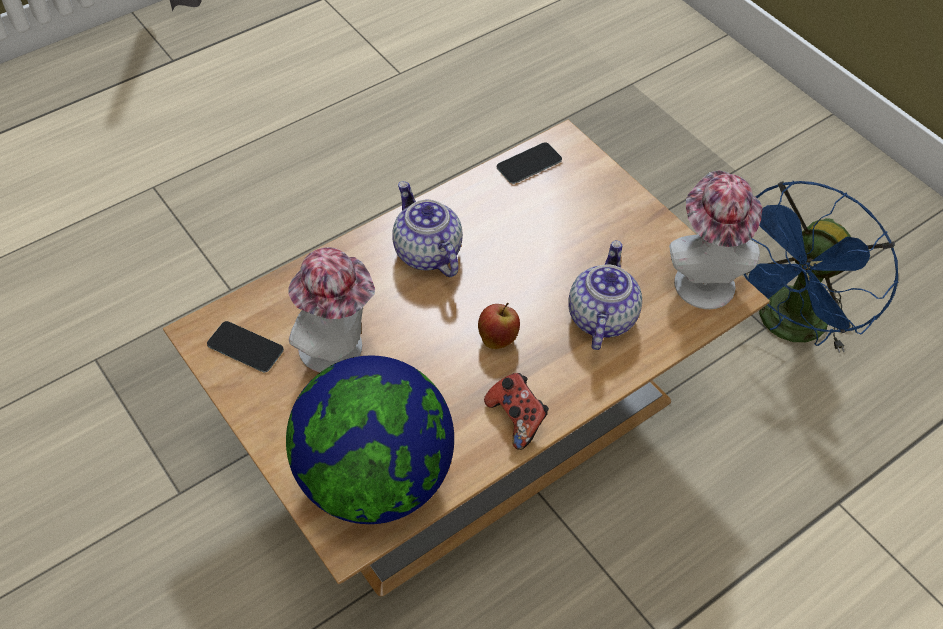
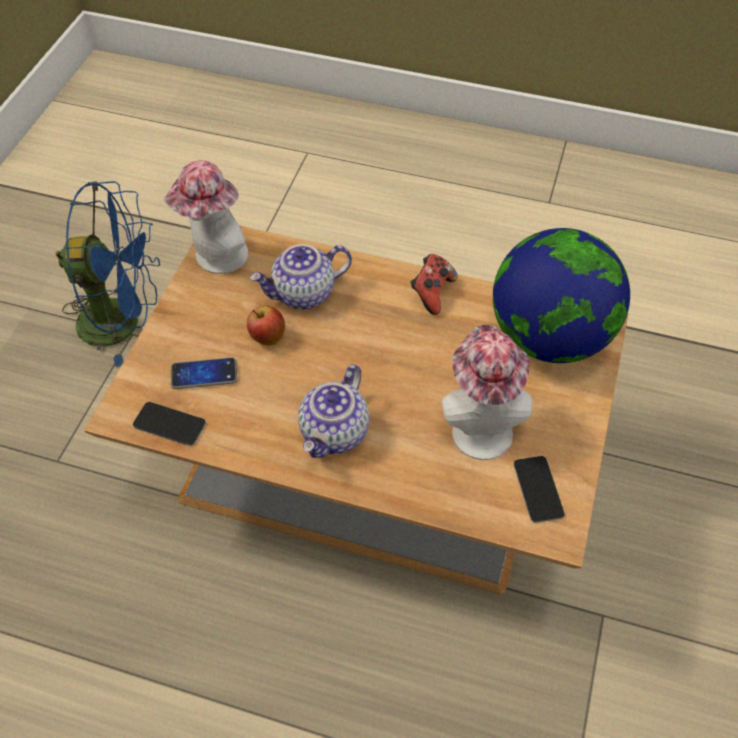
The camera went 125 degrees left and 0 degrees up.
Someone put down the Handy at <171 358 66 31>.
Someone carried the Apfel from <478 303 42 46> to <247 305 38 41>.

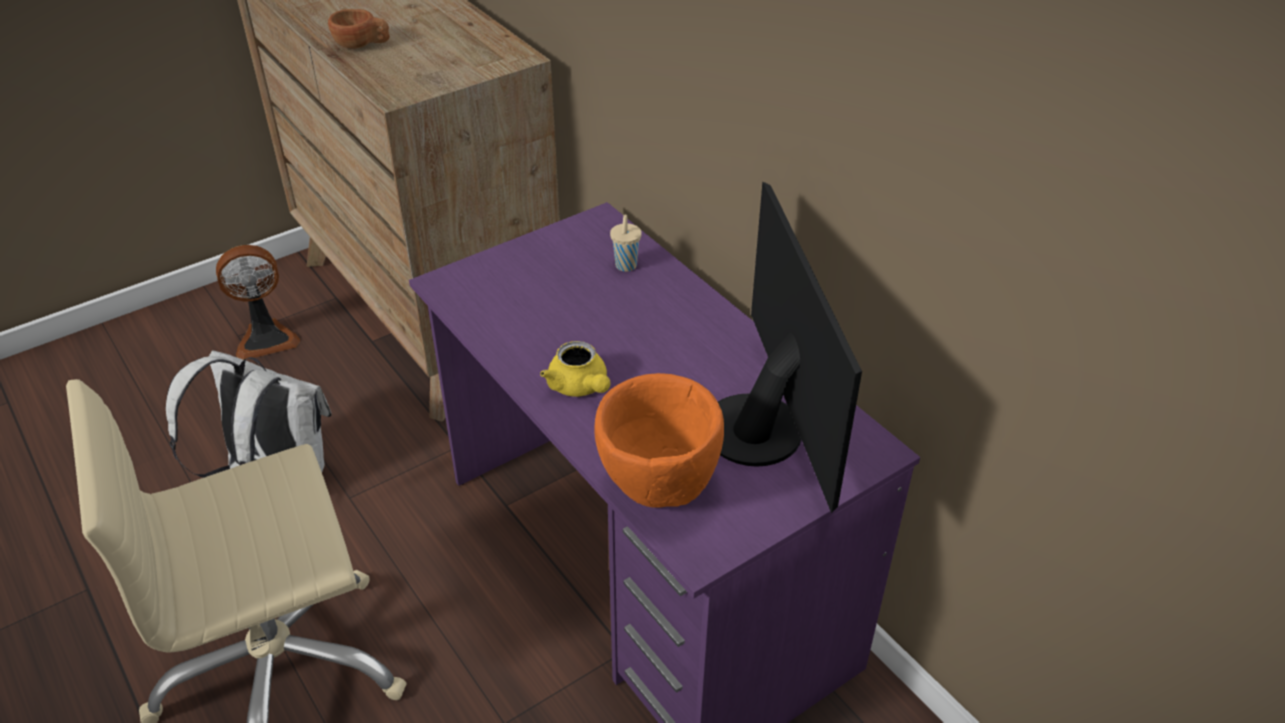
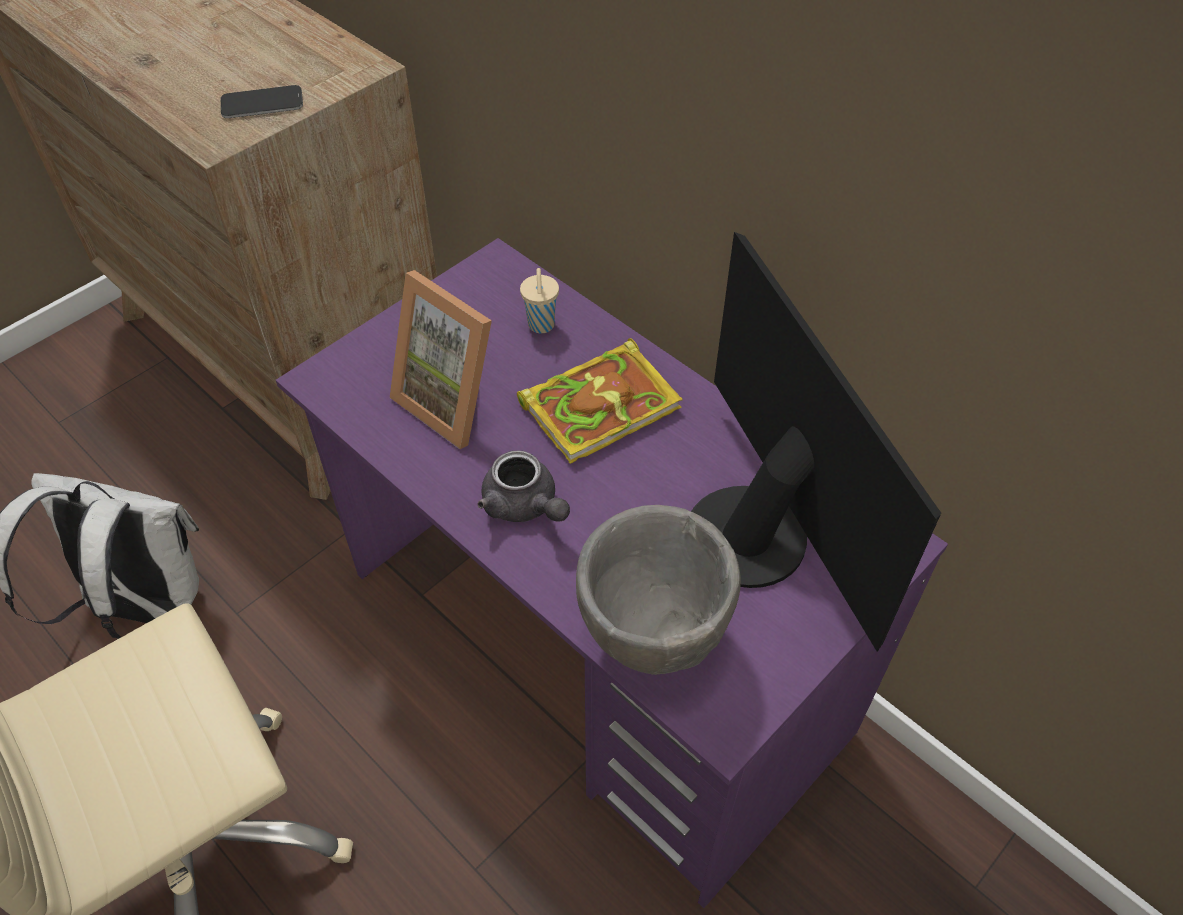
The camera went 10 degrees left and 10 degrees up.
Someone took away the Ventilator at <216 245 84 115>.
Someone took away the Tasse (braun) at <328 9 62 40>.
Someone put down the Handy at <221 85 82 33>.
Someone put down the Bilderrahmen at <390 270 102 179>.
Someone put down the Buch at <517 338 166 126>.
Someone repainted the Teekanne (gelb) at <540 341 71 56>, which became the Teekanne (grau) at <477 451 93 71>.
Someone repainted the Schüssel (orange) at <594 373 130 135>, which became the Schüssel (grau) at <576 505 165 170>.

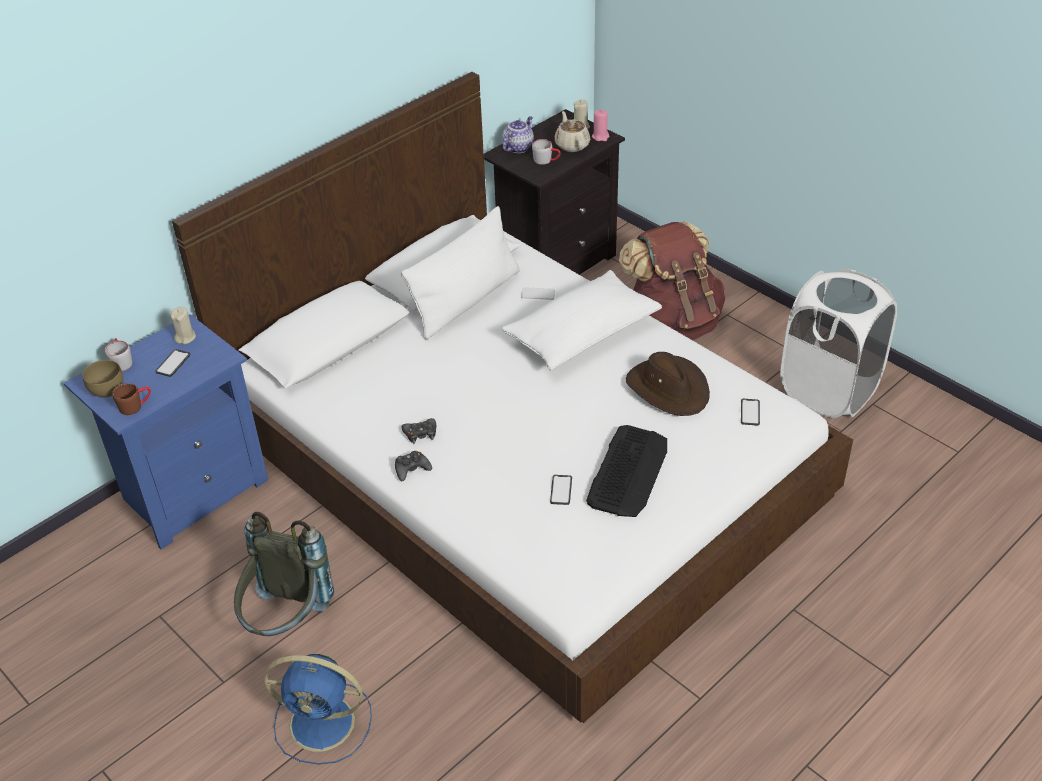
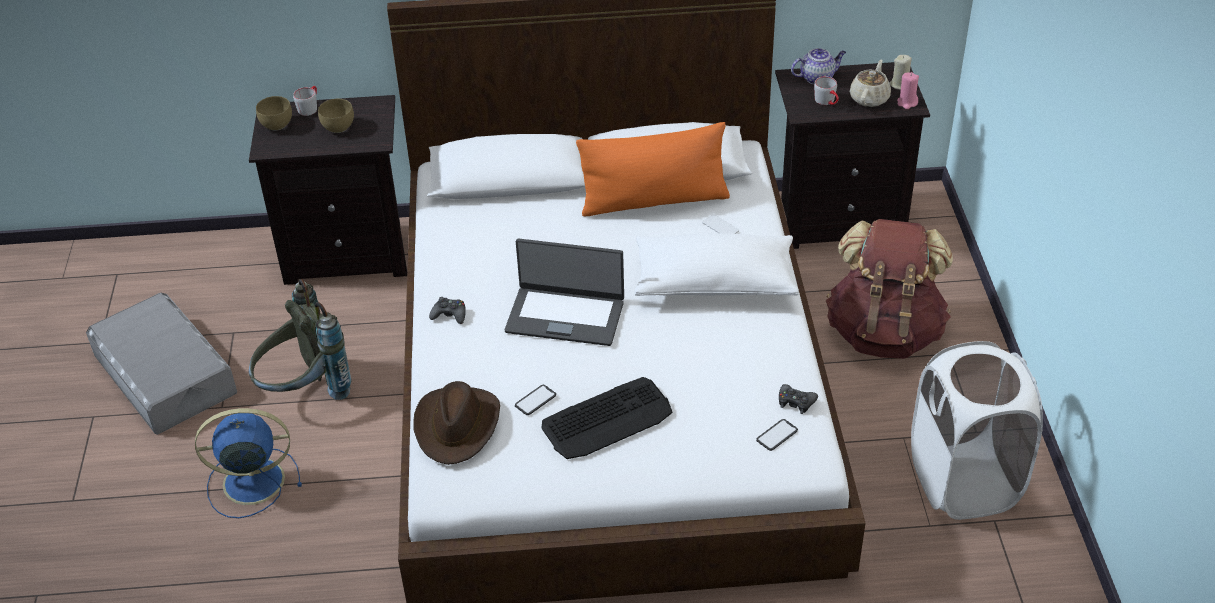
The camera went 40 degrees right and 0 degrees up.
Someone took away the Henkelbecher (braun) at <113 383 38 32>.
Someone took away the Kerze (beige) at <171 307 25 37>.
Someone put down the Aufbewahrungsbox (grau) at <86 293 151 142>.
Someone put down the Laptop at <504 239 120 107>.
Someone carried the Gamepad (schwarz) from <402 418 34 26> to <779 384 39 30>.
Someone carried the Hut (braun) from <626 352 84 64> to <413 381 87 84>.
Someone swapped the Handy at <155 349 35 28> for the Schüssel (braun) at <318 99 36 34>.
Someone repainted the Nachttisch (blau) at <64 314 204 236>, which became the Nachttisch (schwarz) at <249 95 158 190>.
Someone repainted the Kissen (weiß) at <401 206 119 134>, which became the Kissen (orange) at <576 122 154 94>.
Someone rotated the Ventilator (blau) at <265 654 107 111> by 120 degrees clockwise.

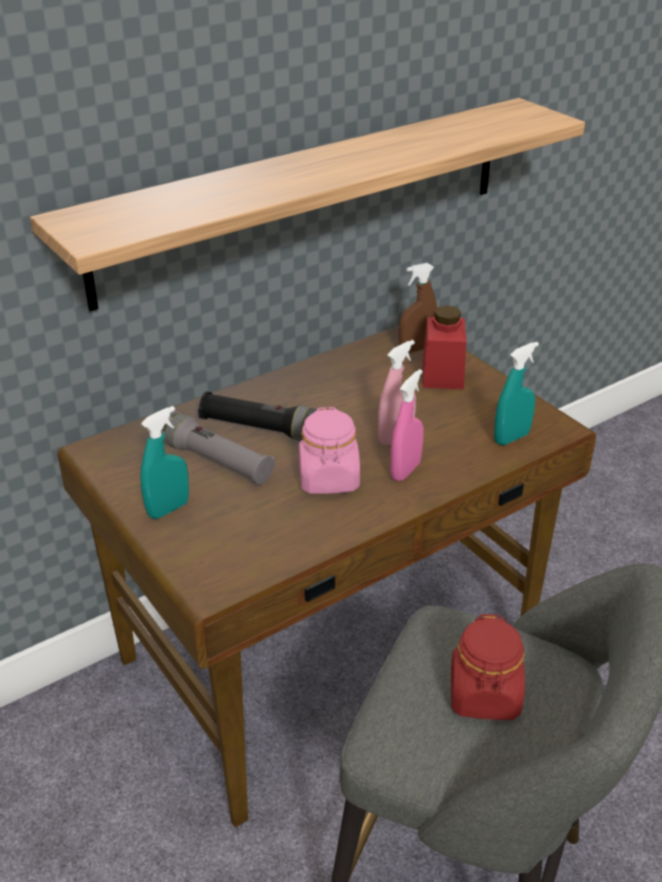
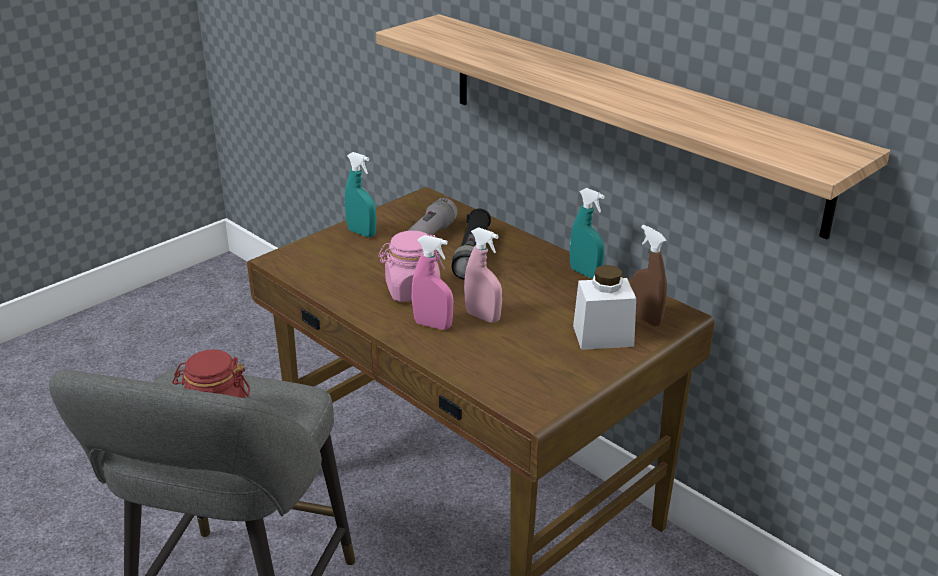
The camera went 80 degrees right and 5 degrees down.
Someone carried the Sprühflasche (türkis) from <494 342 45 103> to <570 188 35 91>.
Someone repainted the Vorratsglas (rot) at <423 305 43 84>, which became the Vorratsglas (weiß) at <573 265 63 85>.

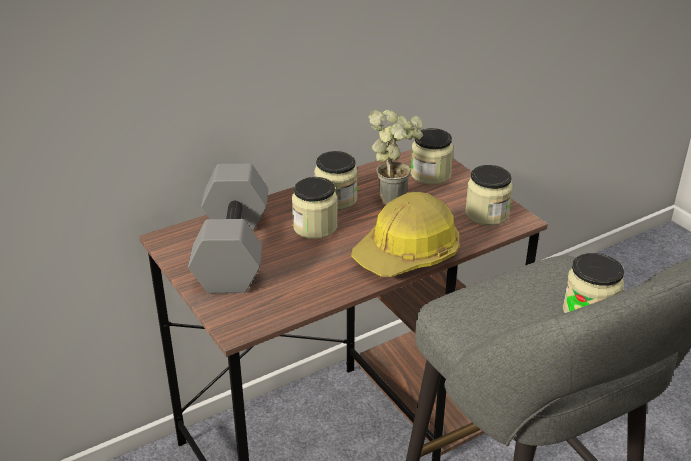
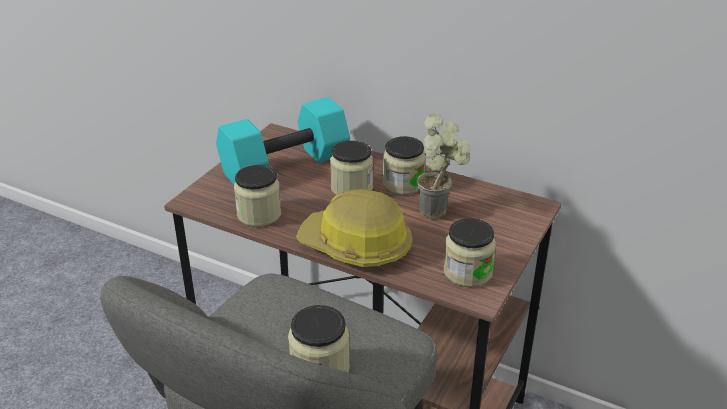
The camera went 60 degrees right and 0 degrees up.
Someone carried the Vorratsglas from <411 128 43 57> to <234 165 47 62>.
Someone repainted the Hantel (grau) at <188 164 80 129>, which became the Hantel (türkis) at <216 97 134 88>.

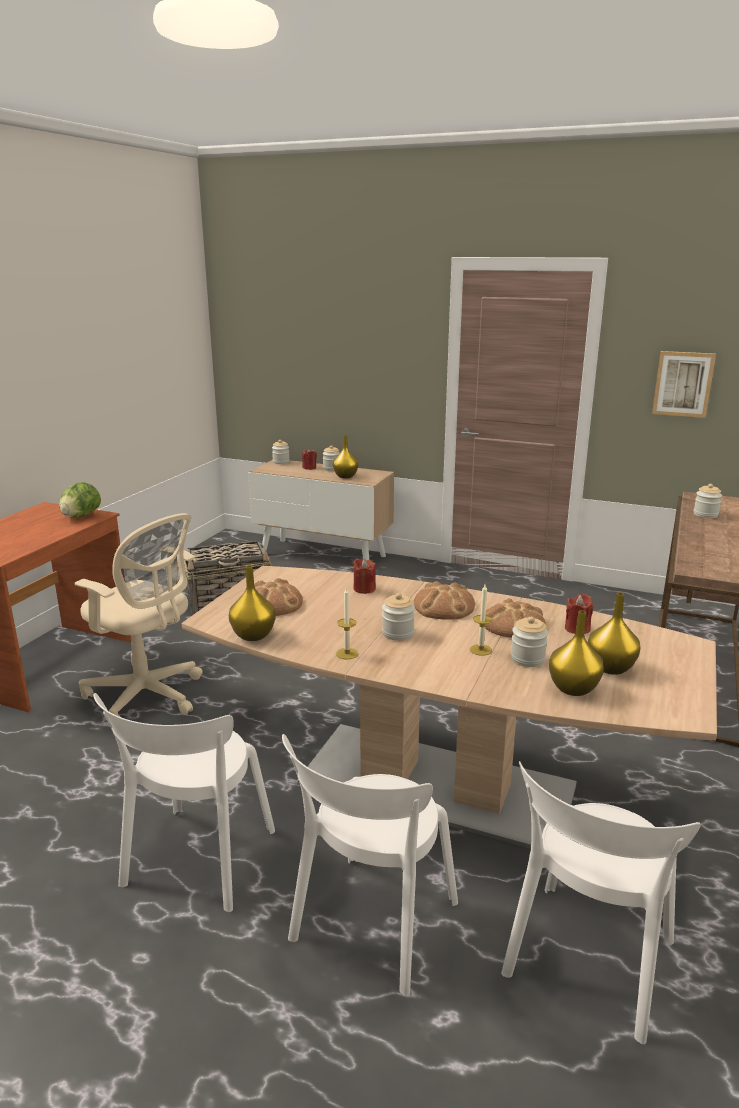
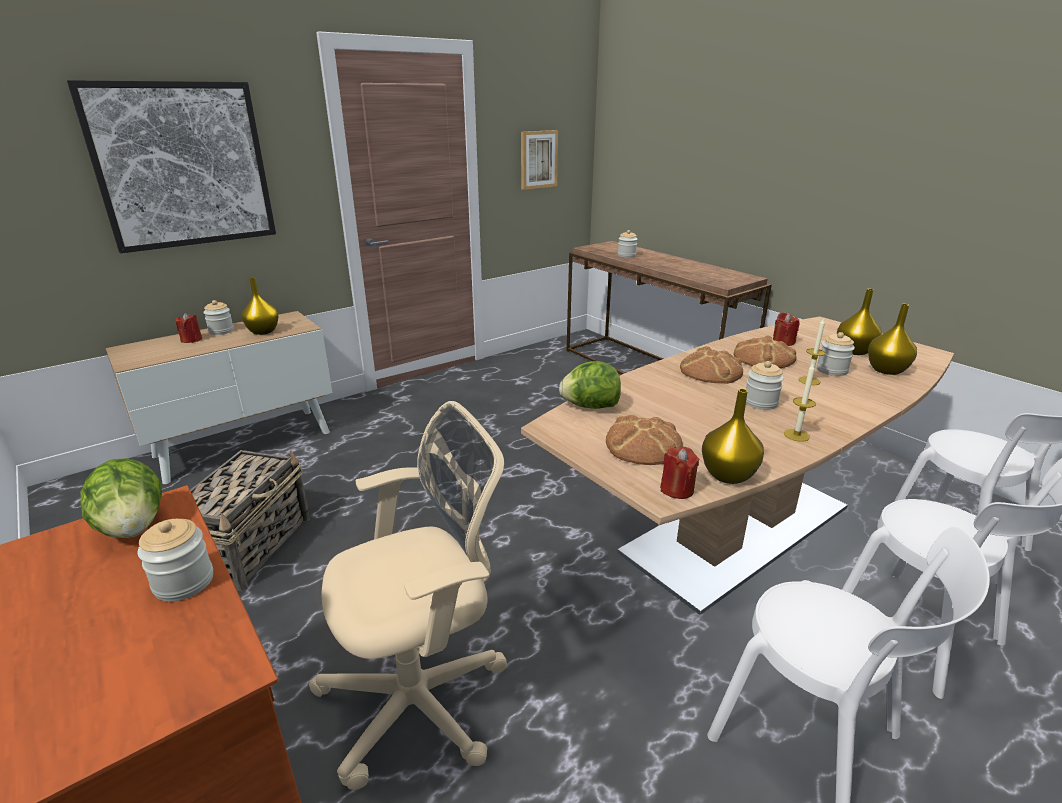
The camera went 60 degrees left and 5 degrees up.
Someone put up the Bild at <67 80 209 173>.
Someone put down the Salatkopf at <559 361 62 48>.
Someone carried the Vorratsglas from <272 440 18 24> to <137 519 76 83>.
Someone carried the Kerze (rot) from <353 559 23 35> to <660 447 39 52>.

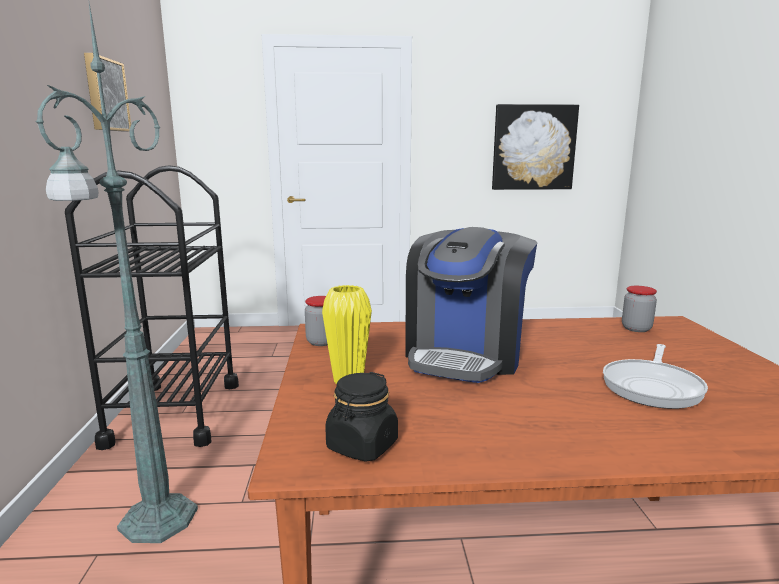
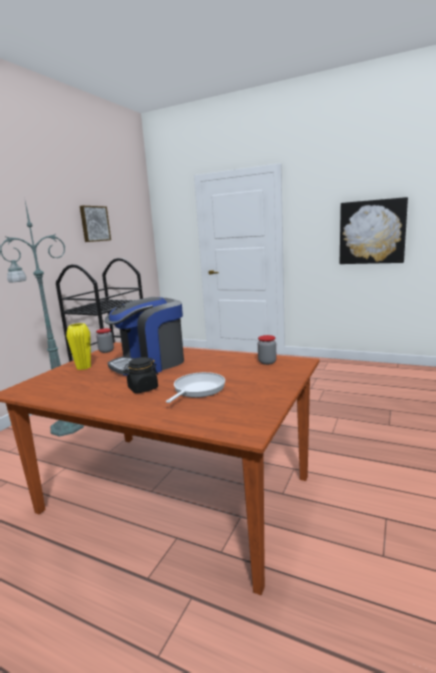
The camera went 30 degrees right and 0 degrees up.
Someone carried the Vorratsglas (schwarz) from <325 372 73 90> to <123 357 35 36>.
Someone rotated the Pfanne at <603 344 105 65> by 150 degrees clockwise.

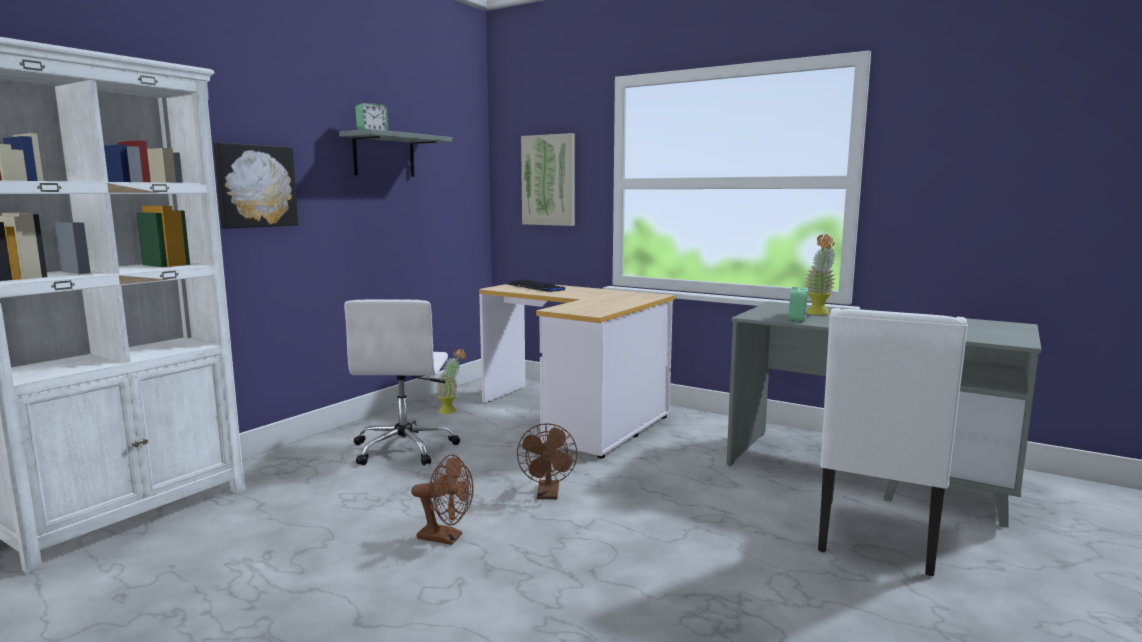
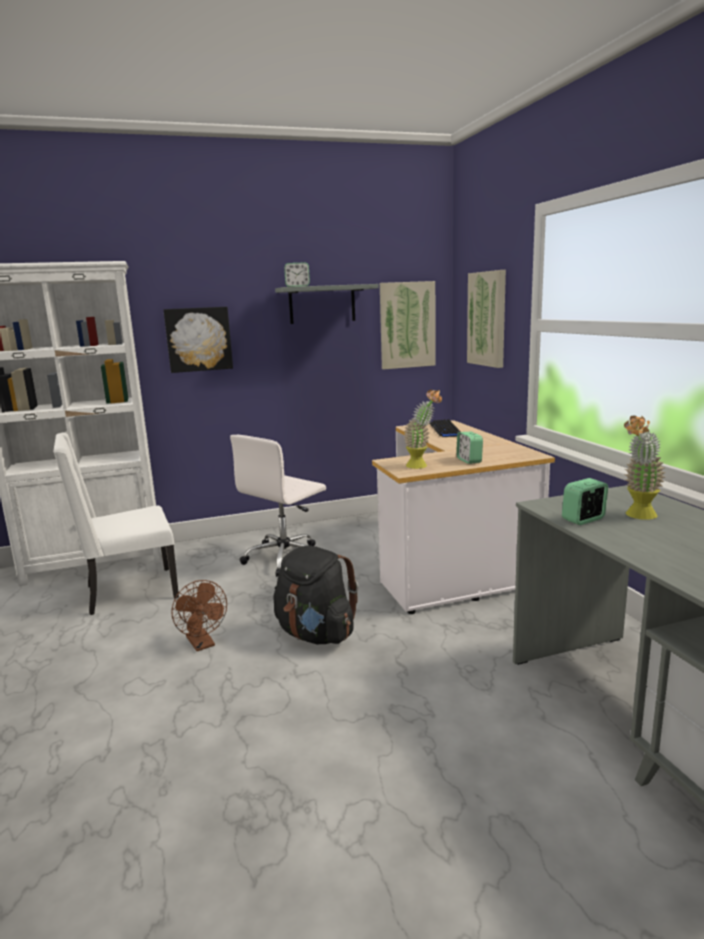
The camera went 40 degrees right and 5 degrees up.
Someone put up the Bild at <380 281 56 88>.
Someone put down the Wecker at <456 432 27 32>.
Someone carried the Topfpflanze from <436 349 30 65> to <404 390 38 79>.
Someone carried the Stuhl (weiß) from <818 308 150 268> to <54 432 125 183>.
Someone swapped the Ventilator (braun) at <517 423 60 76> for the Rucksack (schwarz) at <273 546 86 98>.

